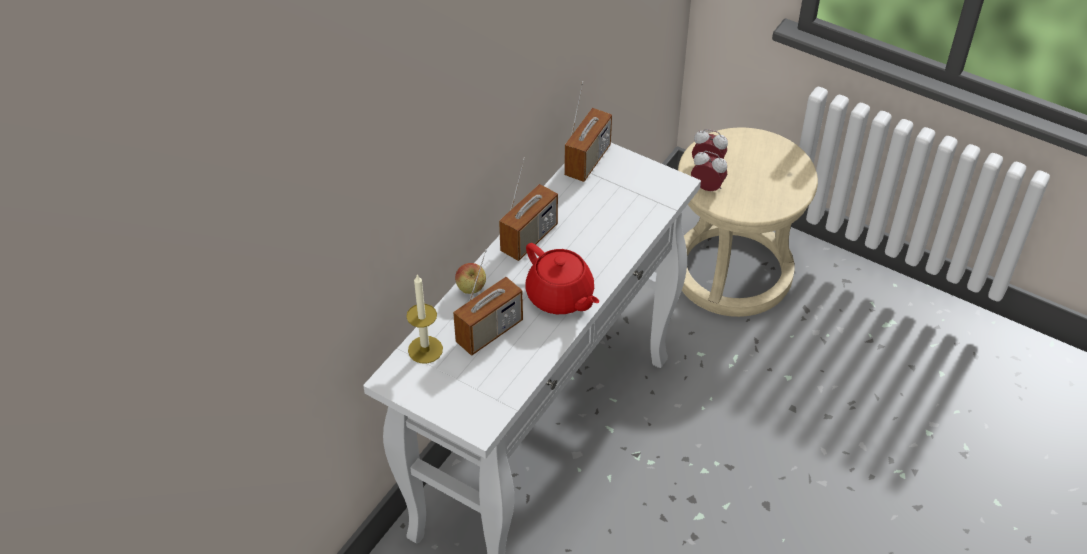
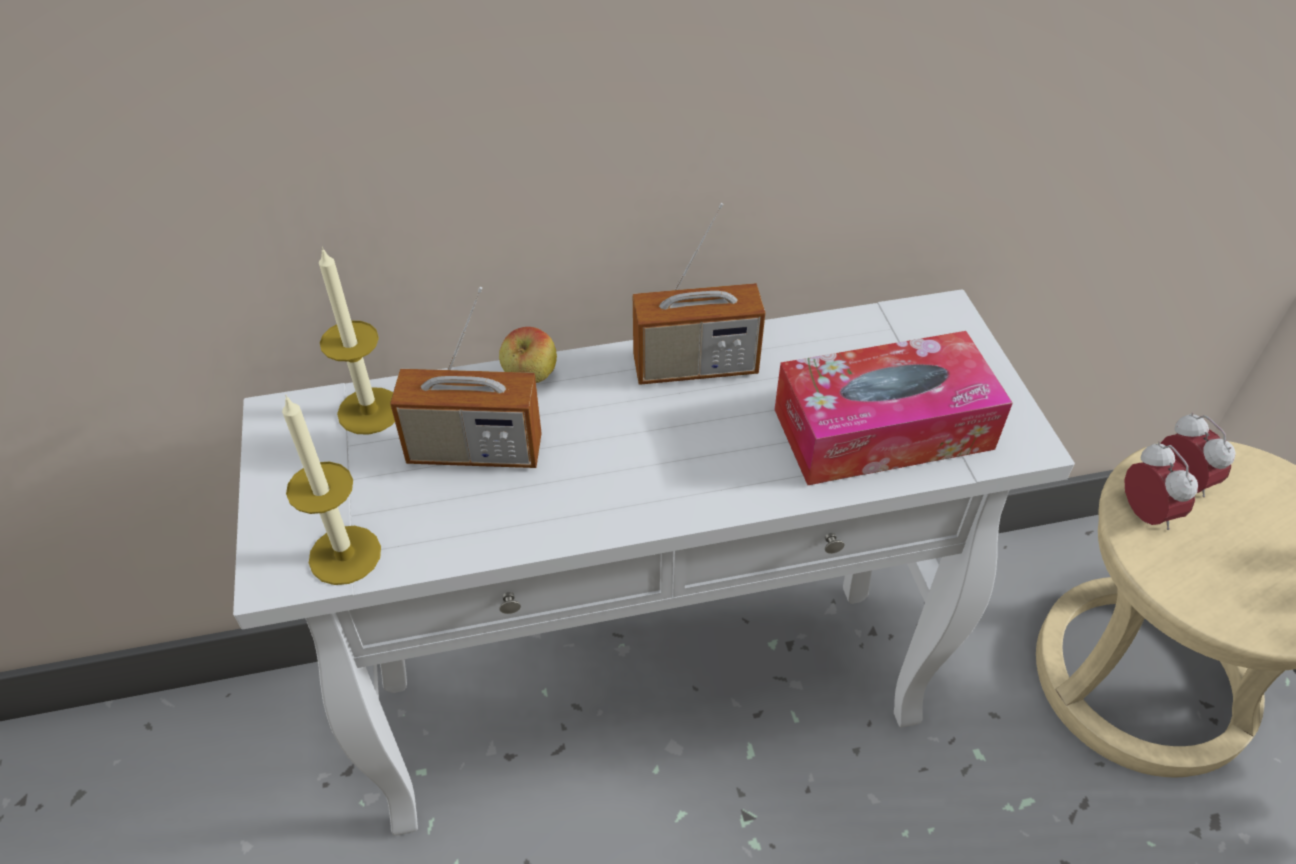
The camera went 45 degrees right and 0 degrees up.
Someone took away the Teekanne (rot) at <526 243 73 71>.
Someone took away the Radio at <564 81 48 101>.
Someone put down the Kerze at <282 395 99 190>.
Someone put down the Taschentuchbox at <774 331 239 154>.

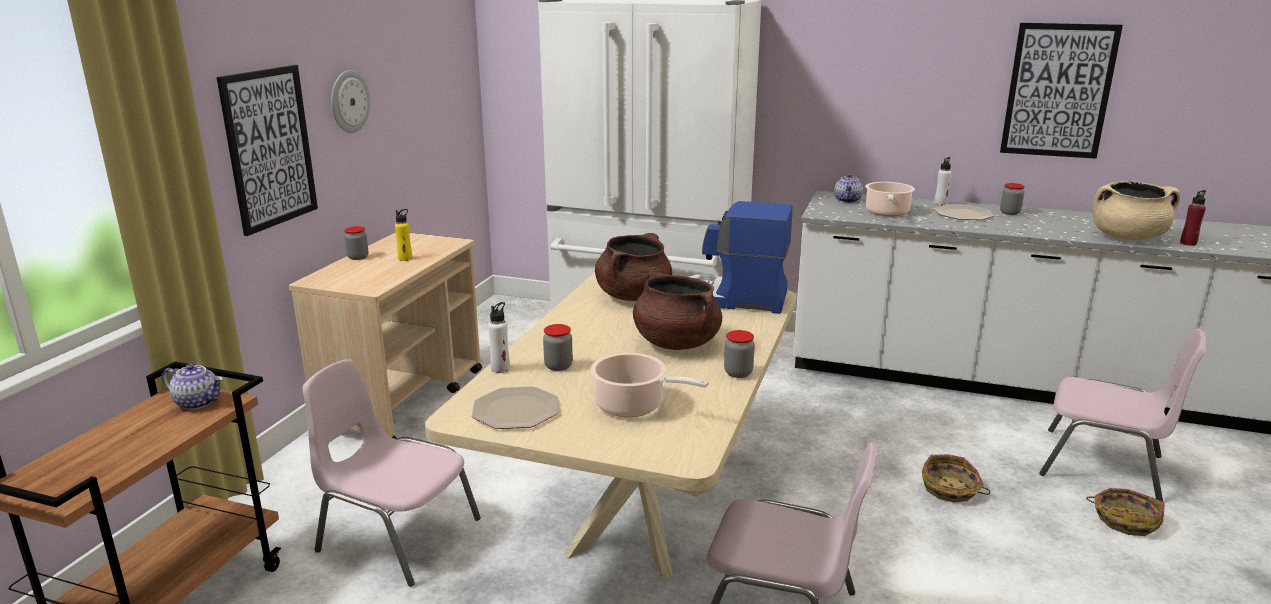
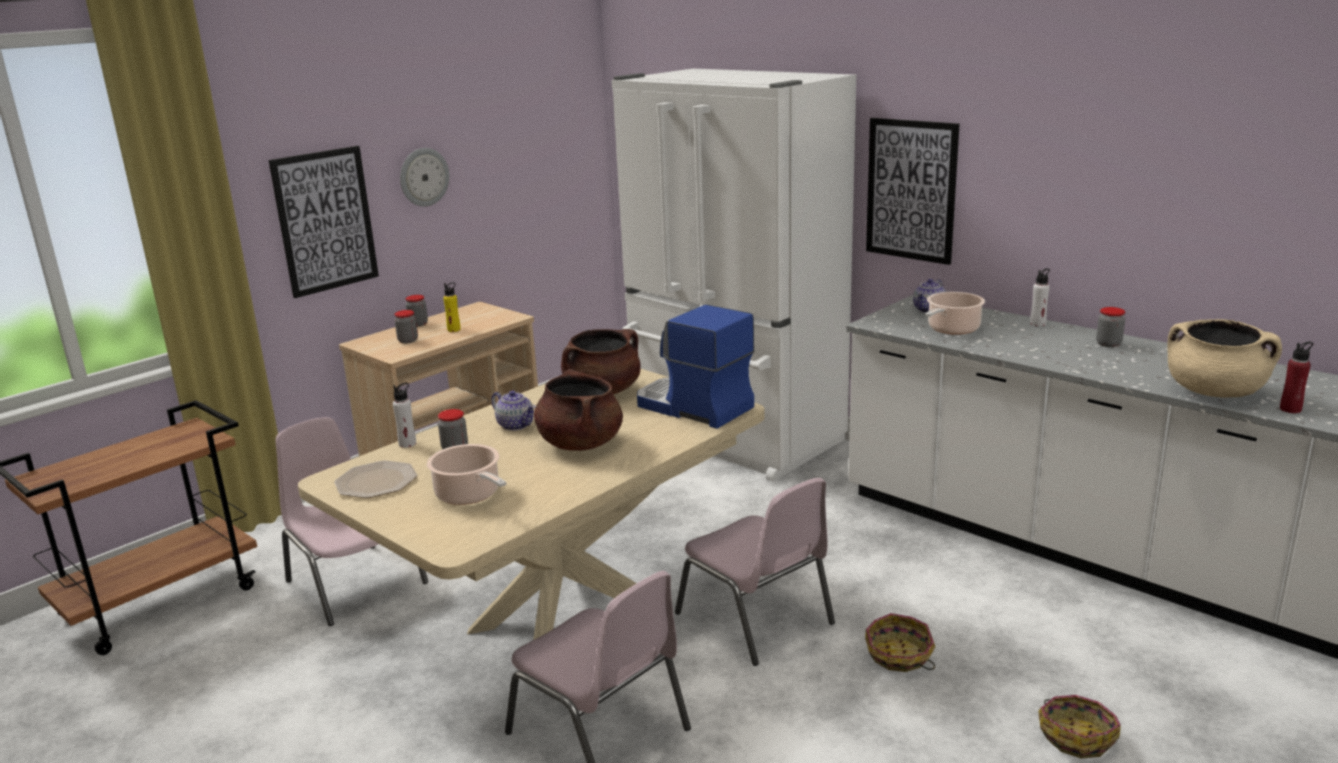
The camera went 25 degrees right and 0 degrees up.
Someone took away the Teller at <934 205 60 15>.
Someone carried the Teekanne from <162 364 61 46> to <491 391 45 40>.
Someone carried the Vorratsglas from <724 330 31 48> to <394 310 24 33>.
Someone carried the Bild from <1000 23 123 136> to <866 118 94 147>.
Someone carried the Stuhl (rosa) from <1039 329 167 172> to <675 478 160 188>.

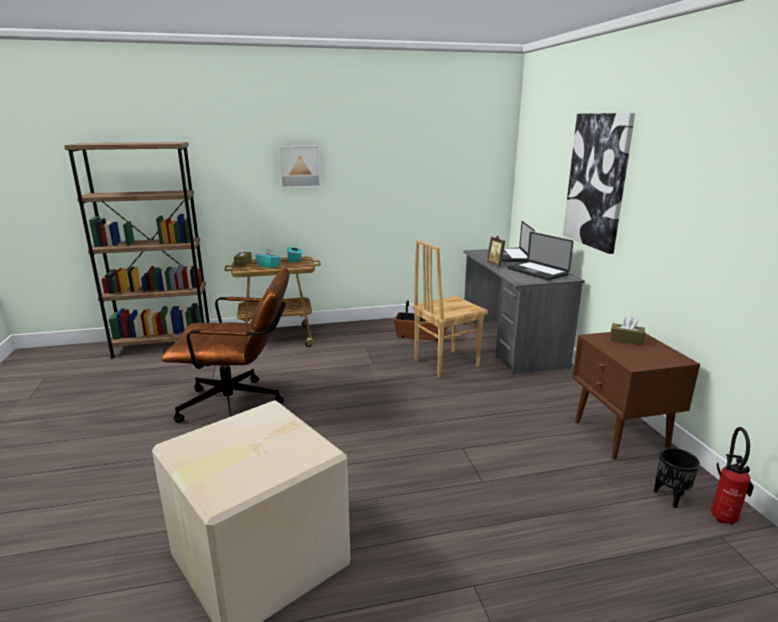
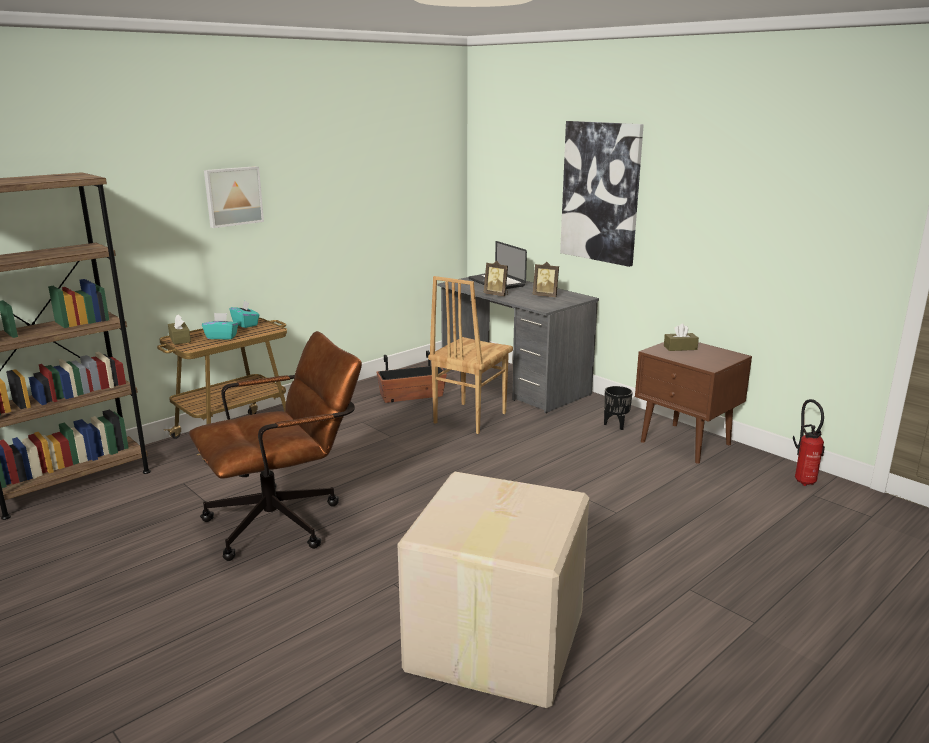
The camera went 30 degrees left and 0 degrees up.
Someone carried the Pflanzkübel (schwarz) from <654 448 46 60> to <604 386 29 44>.
Someone swapped the Laptop at <507 232 67 48> for the Bilderrahmen at <533 262 26 35>.

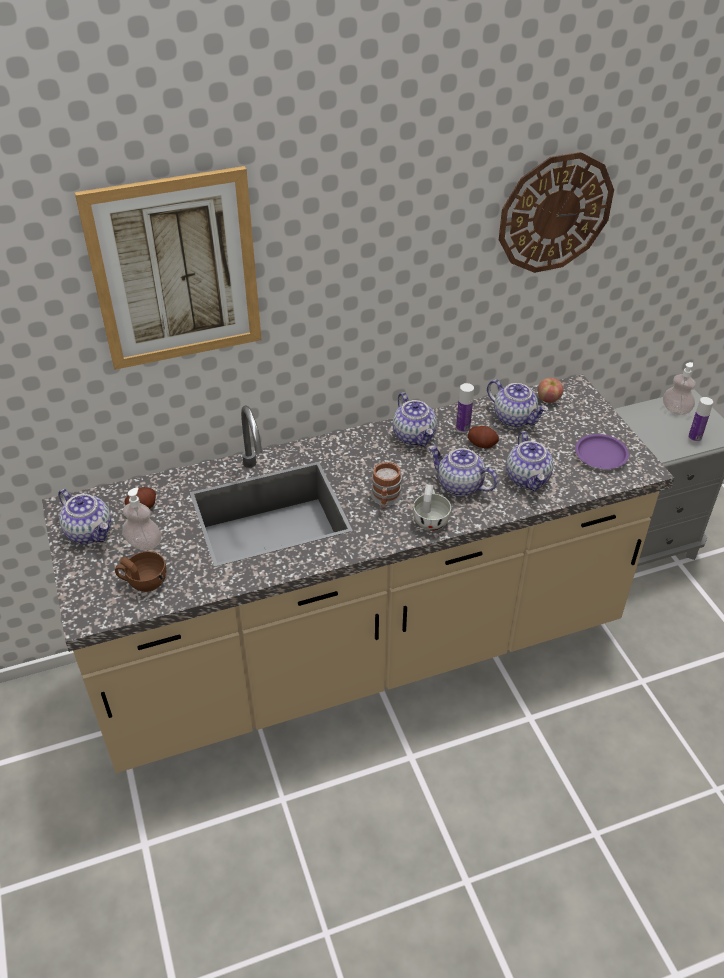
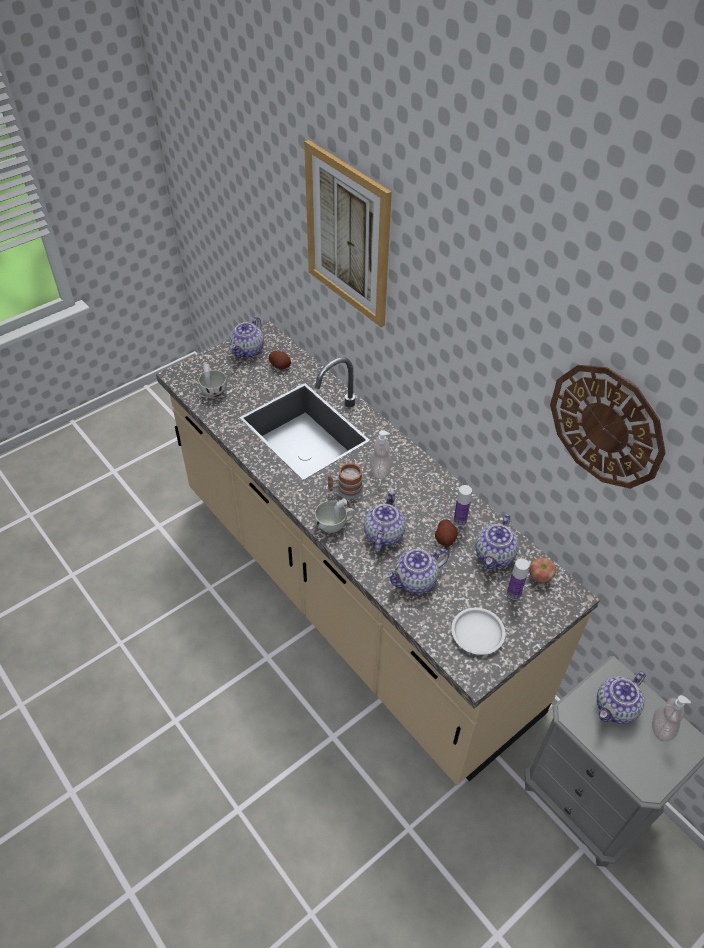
The camera went 70 degrees right and 5 degrees up.
Someone carried the Seifenspender from <122 488 40 62> to <370 430 22 49>.
Someone carried the Teekanne from <393 392 44 55> to <597 671 49 53>.
Someone carried the Flasche from <688 397 25 45> to <507 558 23 42>.
Someone repainted the Tasse (braun) at <115 551 52 41>, which became the Tasse (weiß) at <198 364 29 33>.
Someone repainted the Teller (lila) at <575 434 54 35>, which became the Teller (weiß) at <451 608 54 47>.

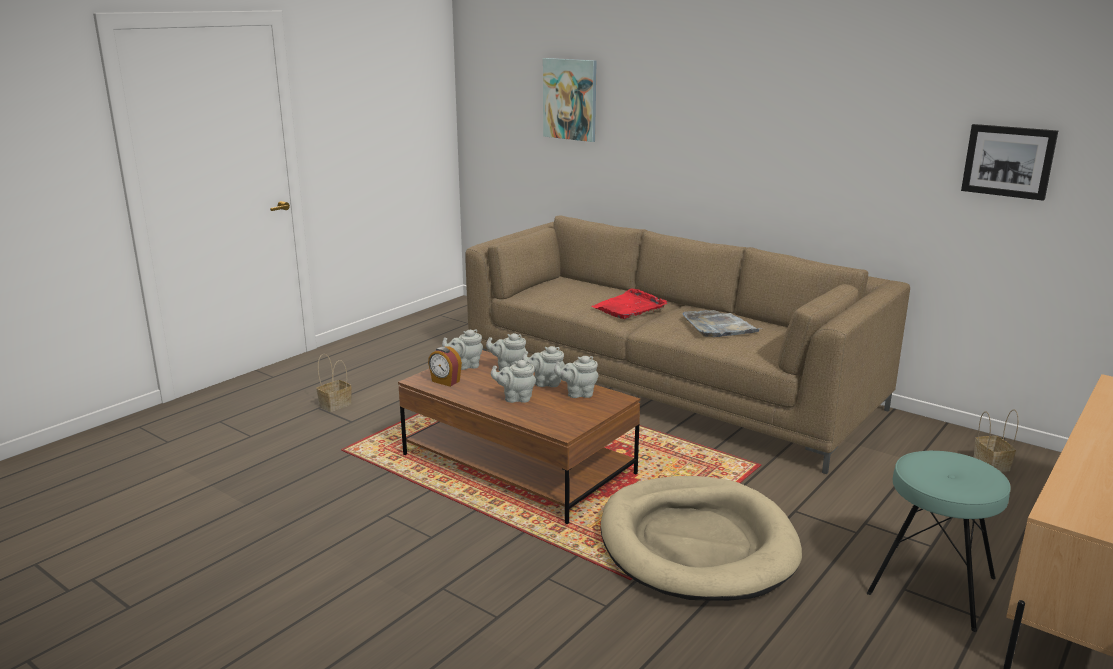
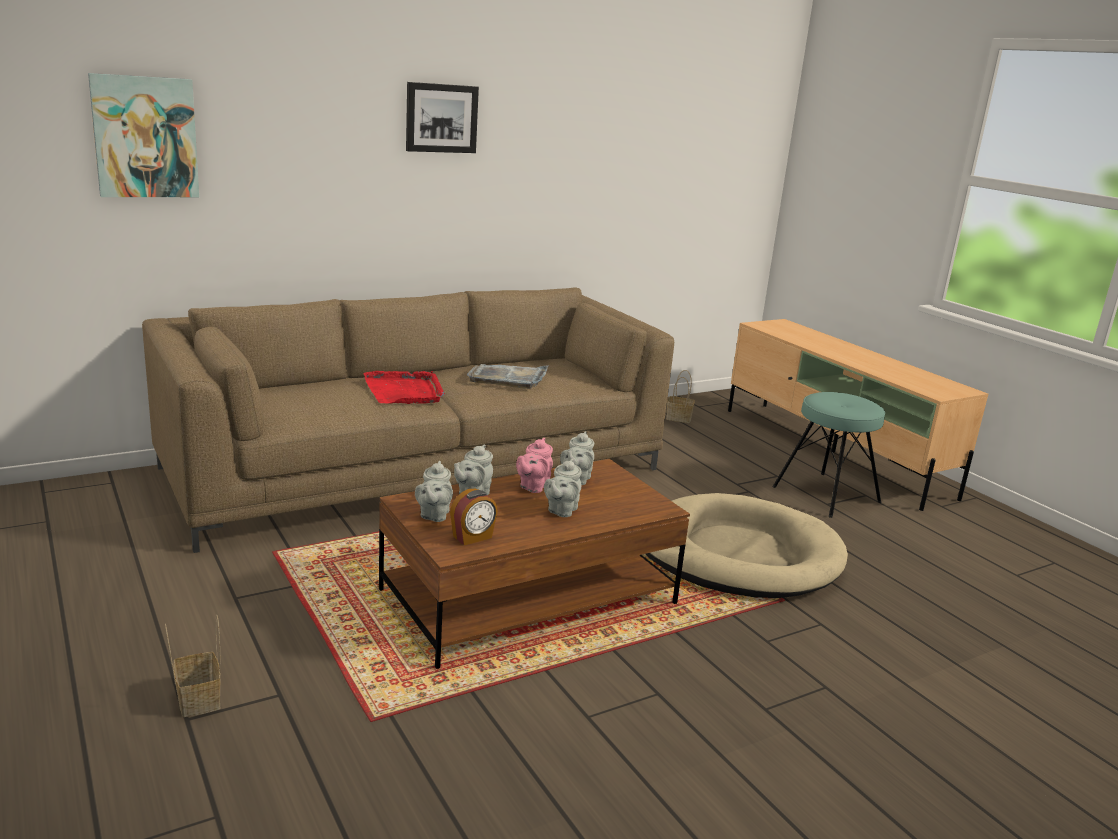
The camera went 70 degrees left and 0 degrees up.
Someone carried the Bild from <961 124 97 77> to <406 82 73 71>.
Someone repainted the Teekanne (grau) at <522 346 43 41>, which became the Teekanne (rosa) at <516 438 37 55>.

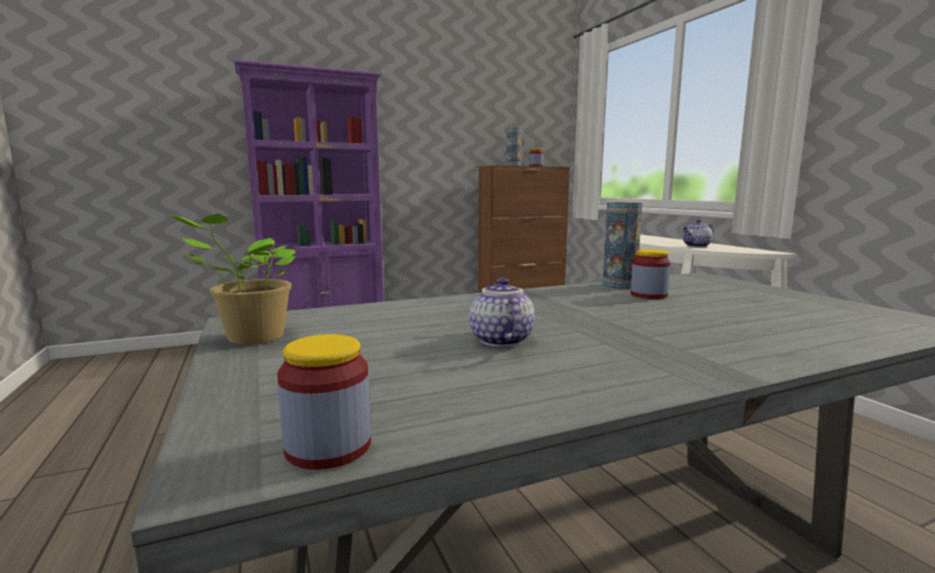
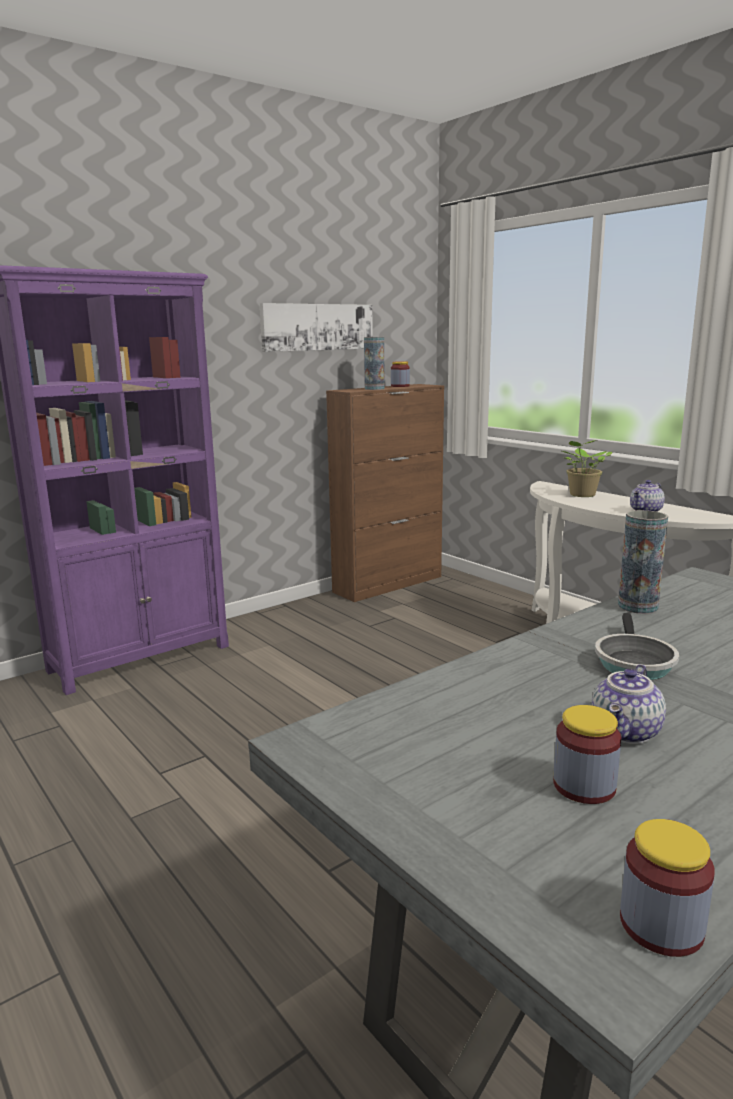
The camera went 15 degrees left and 5 degrees up.
Someone put up the Bild at <260 303 113 49>.
Someone put down the Pfanne at <595 613 84 67>.
Someone carried the Topfpflanze from <167 214 129 131> to <562 440 50 57>.
Someone carried the Vorratsglas from <631 249 40 50> to <553 705 68 99>.
Someone rotated the Teekanne at <469 278 66 69> by 120 degrees counterclockwise.

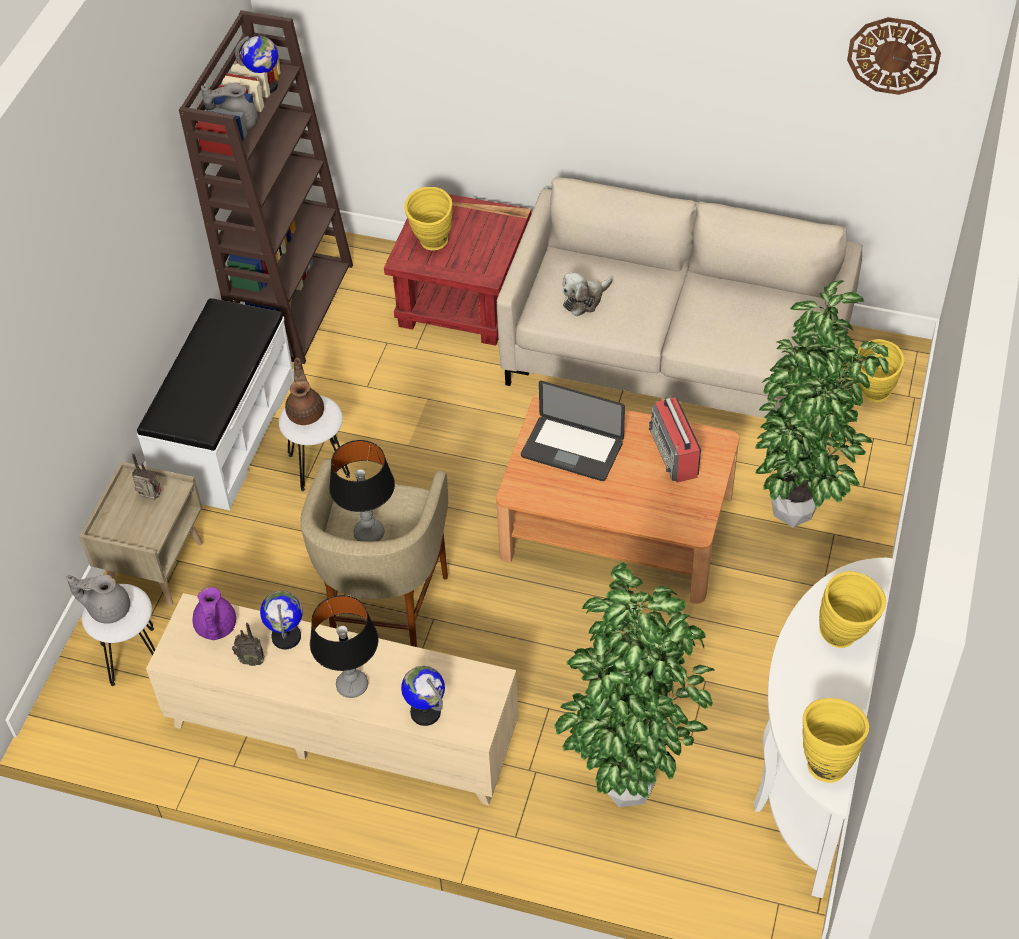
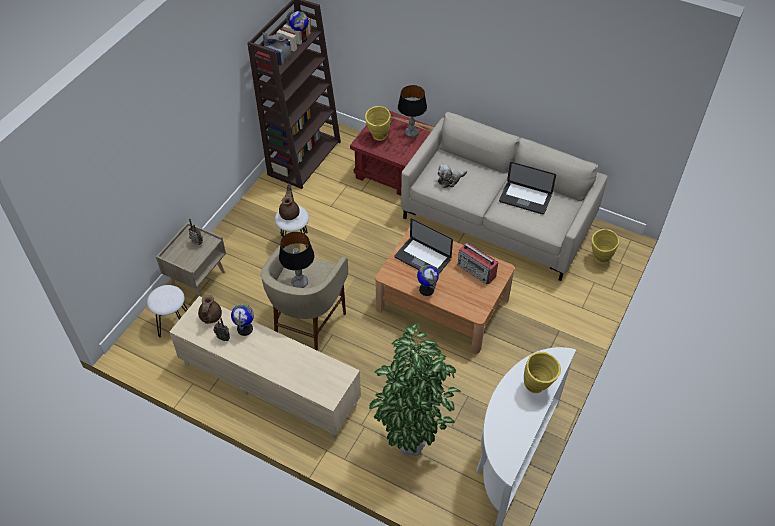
The camera went 10 degrees right and 0 degrees up.
Someone took away the Teekanne (grau) at <66 575 64 49>.
Someone took away the Bank (weiß) at <137 298 157 212>.
Someone took away the Topfpflanze at <755 280 134 248>.
Someone took away the Vase (gelb) at <802 698 67 85>.
Someone took away the Wanduhr at <847 17 94 78>.
Someone put down the Laptop at <499 162 57 52>.
Someone carried the Tischlampe from <310 595 68 103> to <398 85 29 53>.
Someone carried the Globus from <401 666 44 60> to <417 265 22 31>.
Someone repainted the Teekanne (lila) at <193 587 43 53>, which became the Teekanne (braun) at <198 295 24 29>.
Someone rotated the Radio at <649 398 52 85> by 45 degrees counterclockwise.

